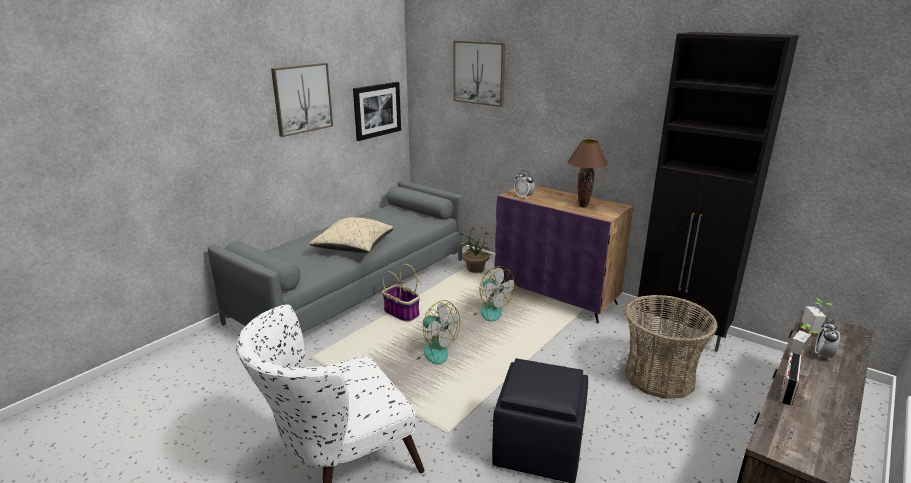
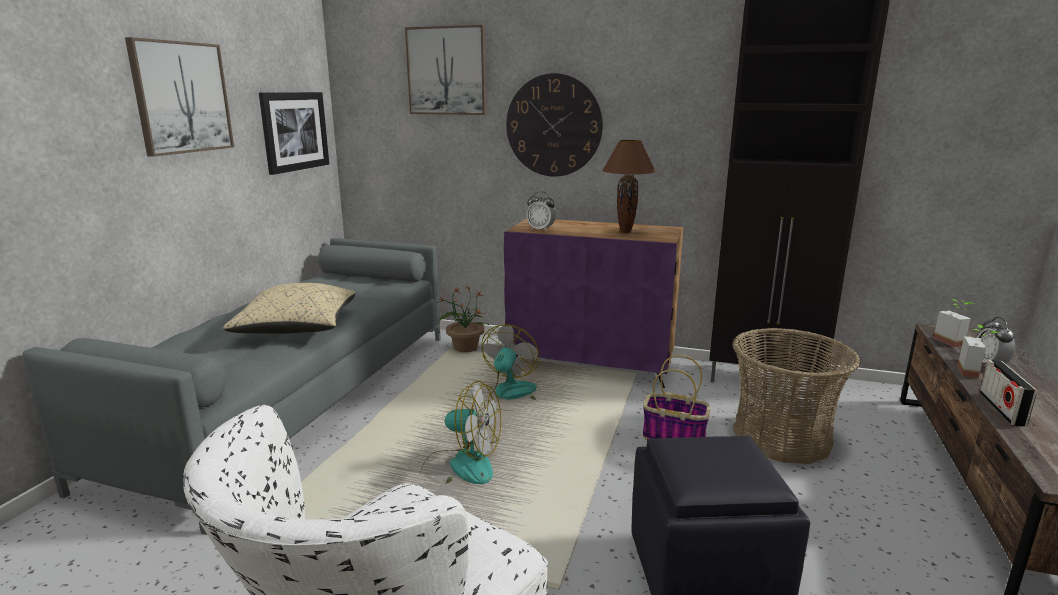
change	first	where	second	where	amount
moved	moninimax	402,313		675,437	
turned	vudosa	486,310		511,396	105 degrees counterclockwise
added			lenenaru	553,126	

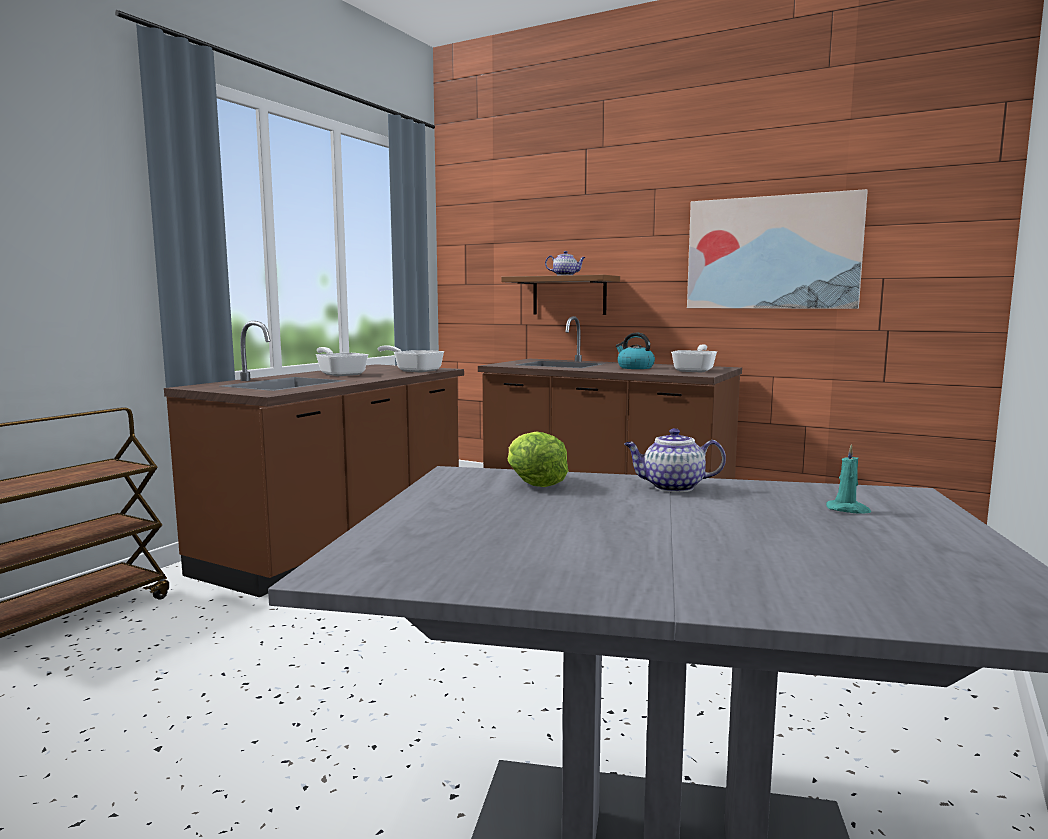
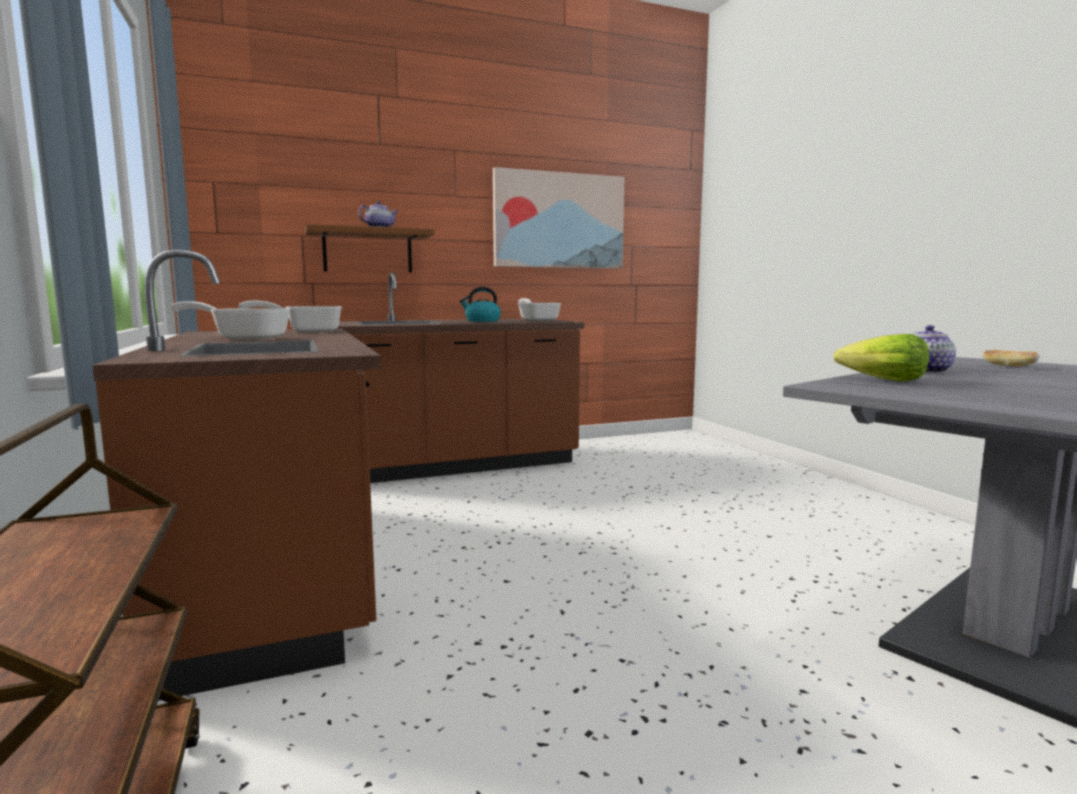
change	first	where	second	where	amount
replaced	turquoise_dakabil	848,510	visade	1009,366	

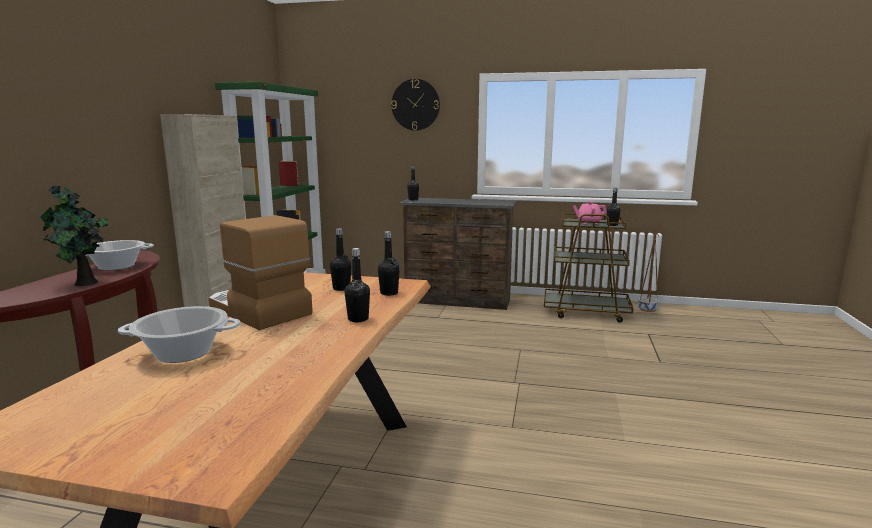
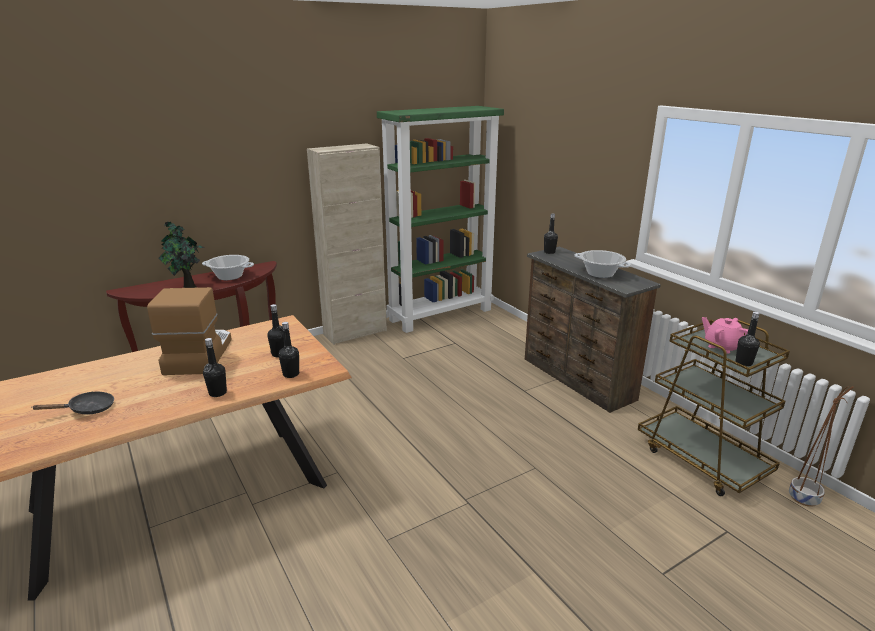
change	first	where	second	where	amount
moved	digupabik	183,353		600,274	
removed	lenenaru	415,105			
added			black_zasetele	87,409	

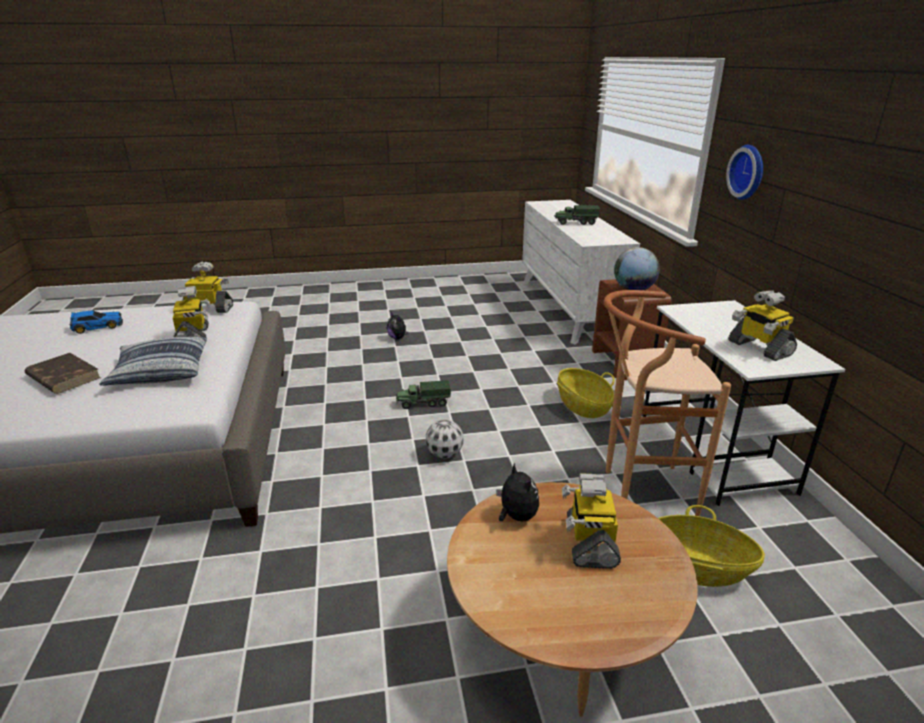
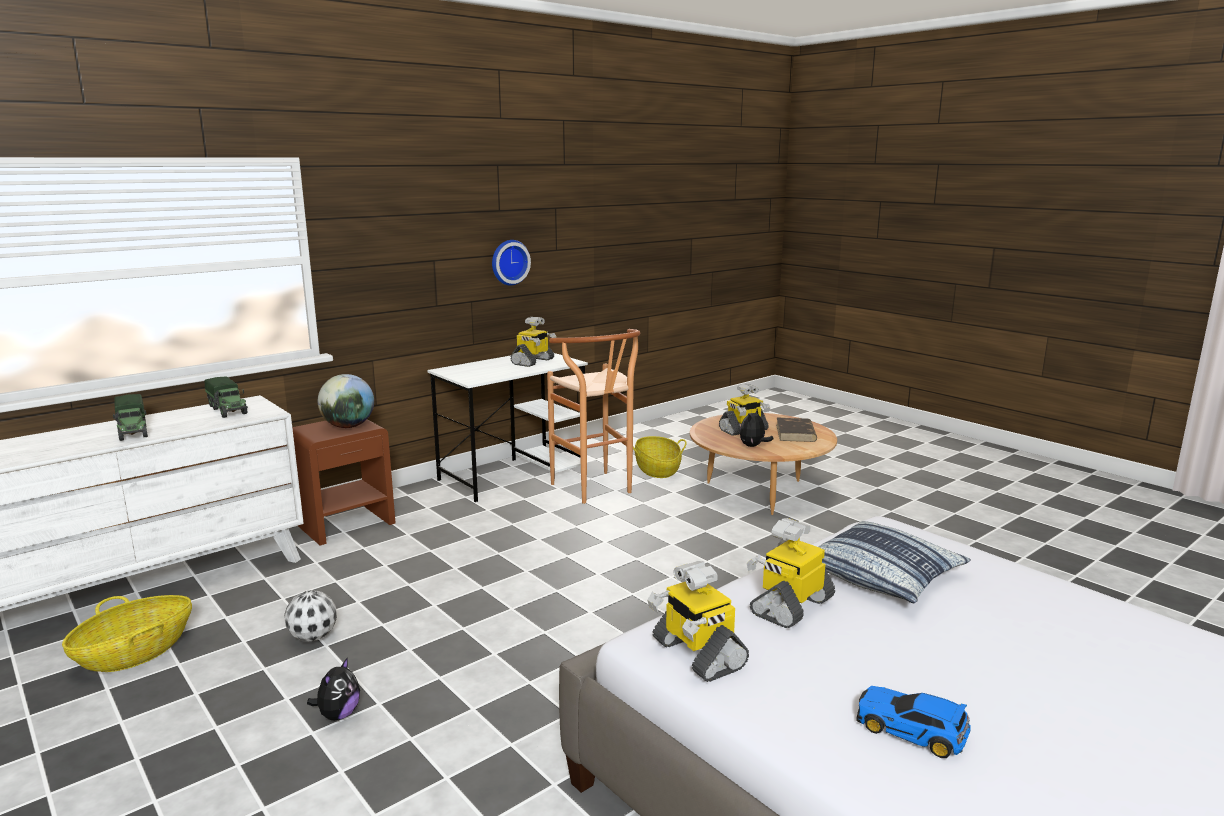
change	first	where	second	where	amount
moved	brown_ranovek	63,377		795,433	
moved	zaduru	423,403		228,410	
moved	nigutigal	444,454		312,638	
moved	moninimax	583,406		135,653	
moved	lenenaru	749,172		509,262	

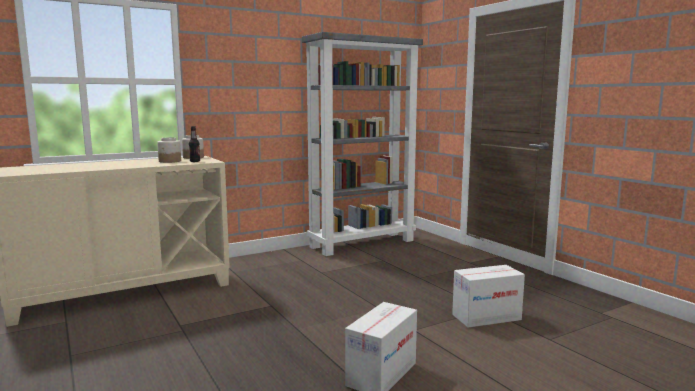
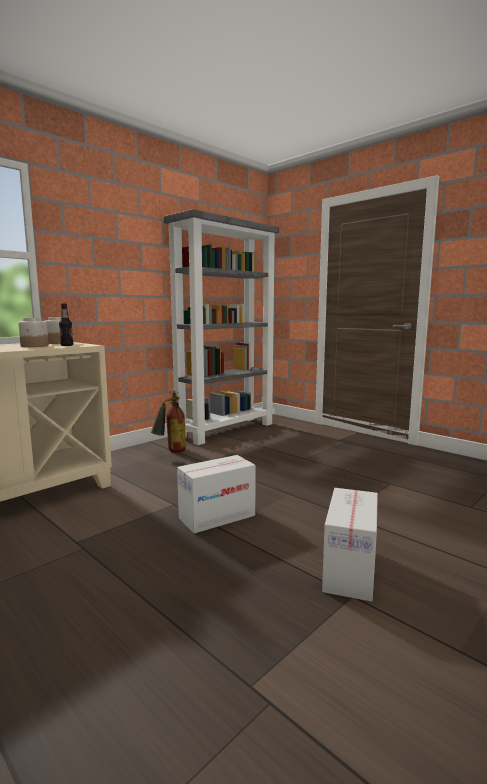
change	first	where	second	where	amount
moved	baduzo	486,317		217,516	
added			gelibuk	171,452	

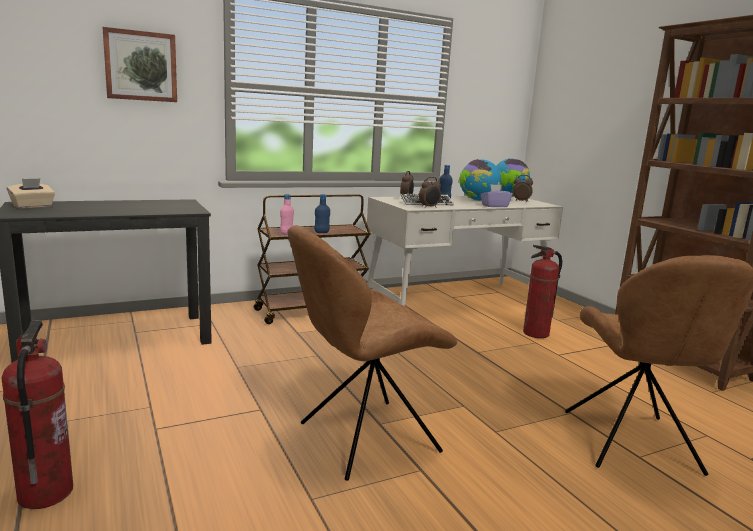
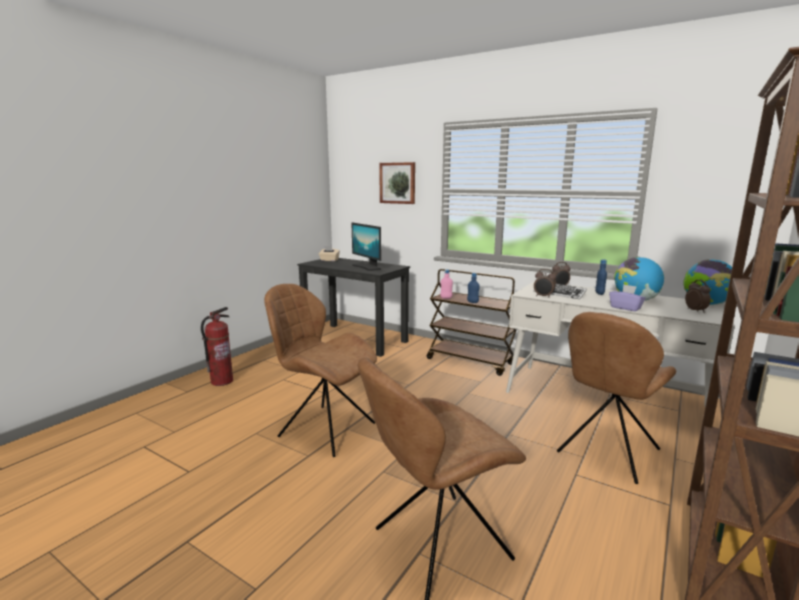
change	first	where	second	where	amount
replaced	gelibuk	536,333	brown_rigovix	606,452	
added			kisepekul	367,267	

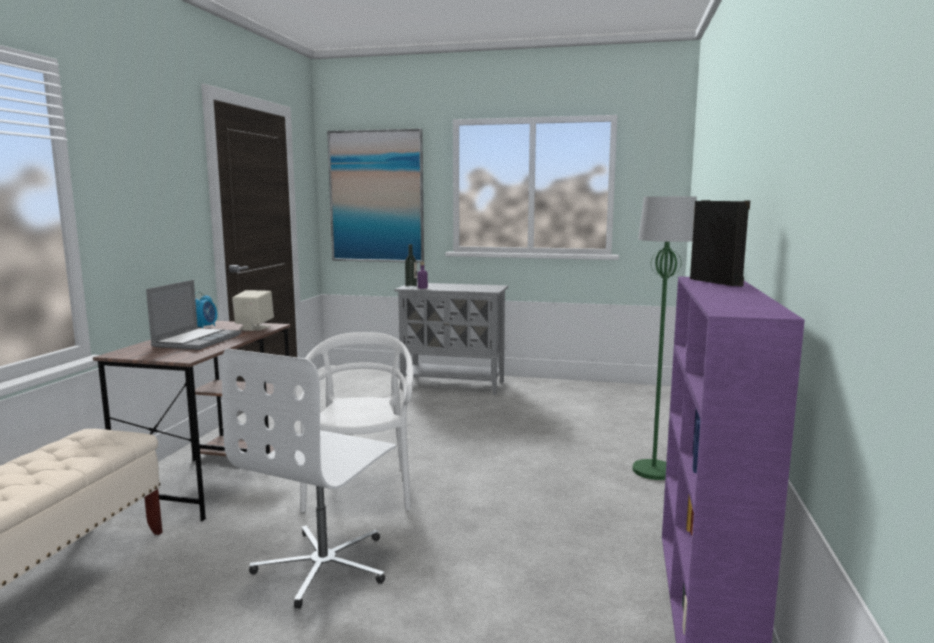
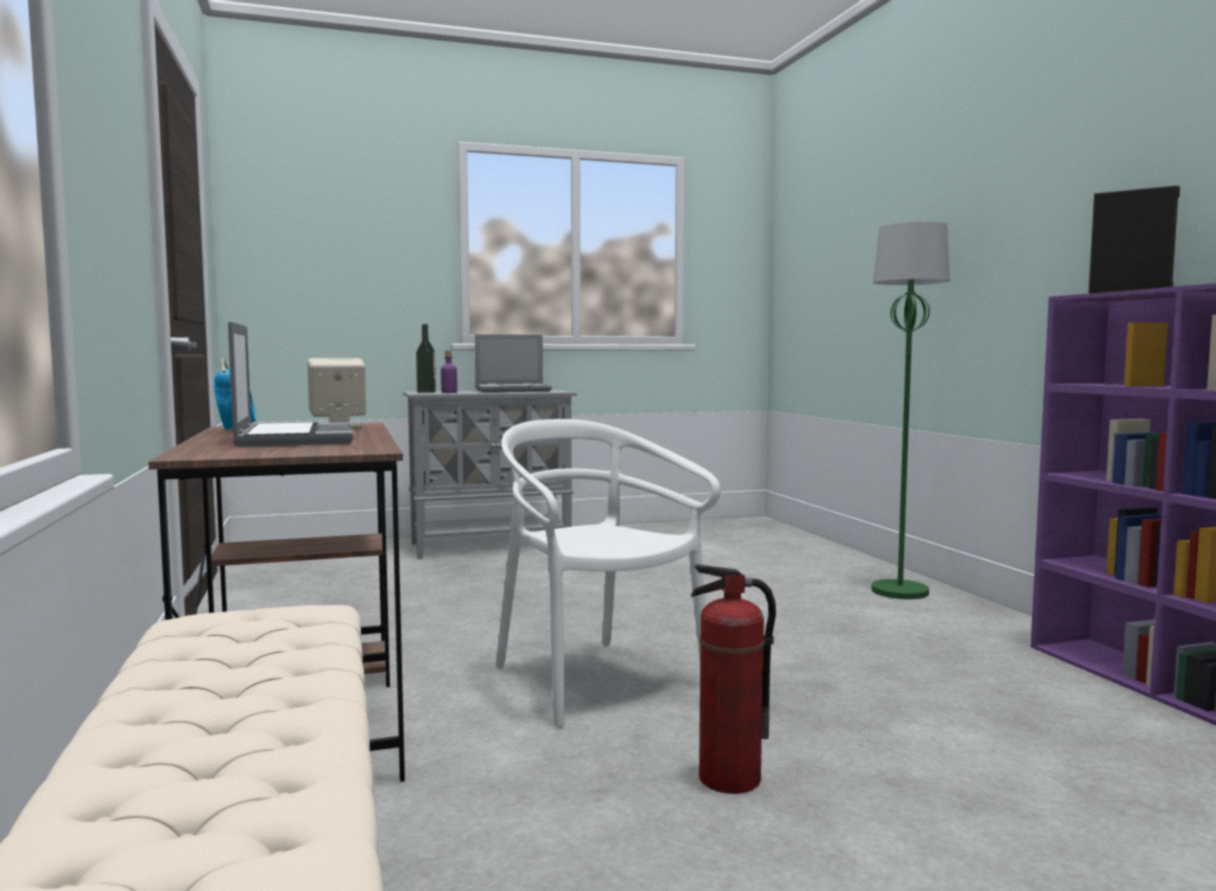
change	first	where	second	where	amount
replaced	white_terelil	325,566	gelibuk	729,780	
removed	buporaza	376,196			
added			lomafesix	513,390	

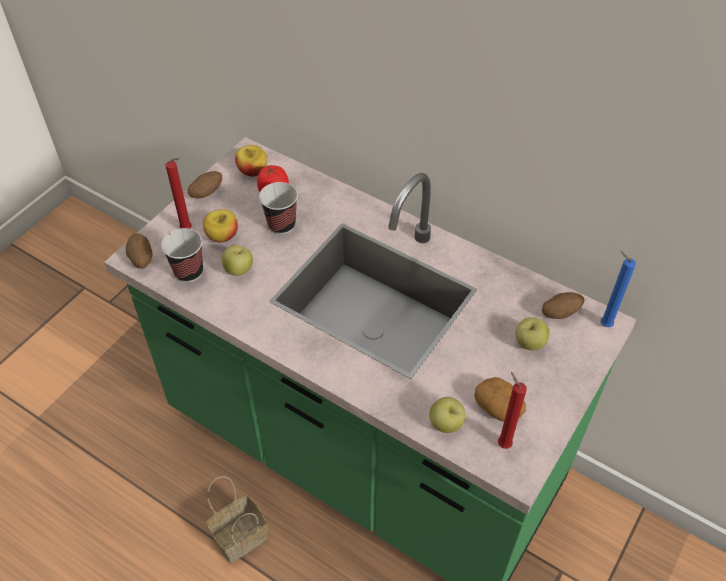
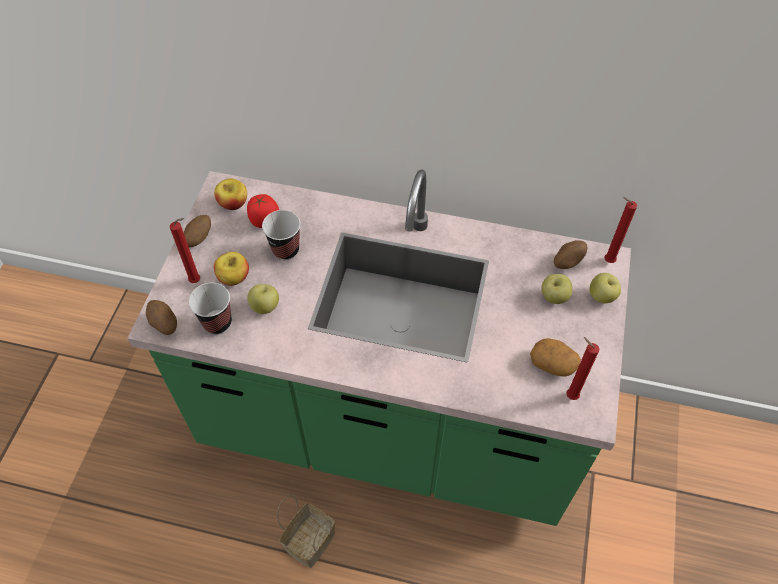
change	first	where	second	where	amount
moved	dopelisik	446,424		601,296	
recoloured	blue_dakabil	603,324	red_dakabil	607,261	

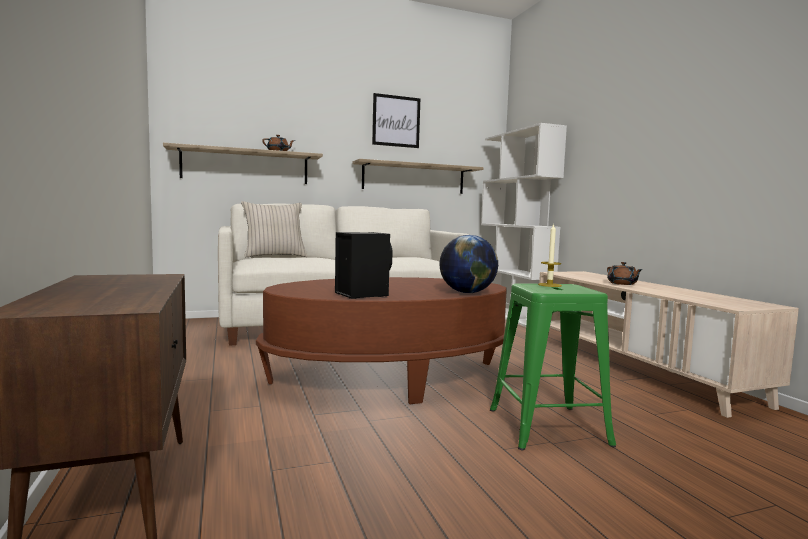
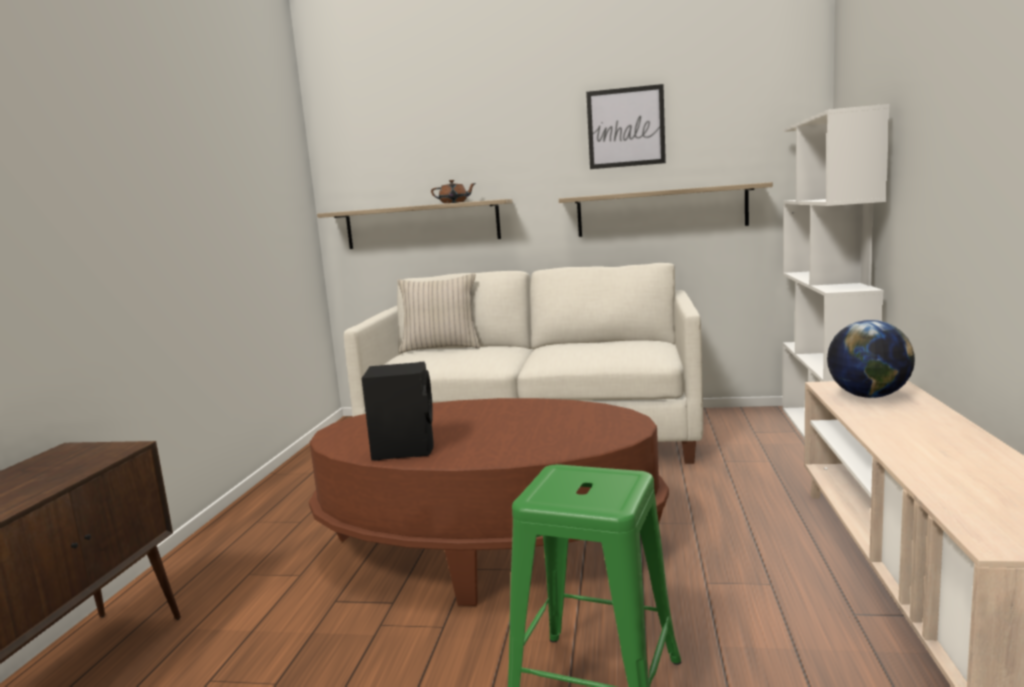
change	first	where	second	where	amount
moved	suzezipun	467,292		868,396	
removed	dakabil	549,285			
removed	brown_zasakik	622,284			

